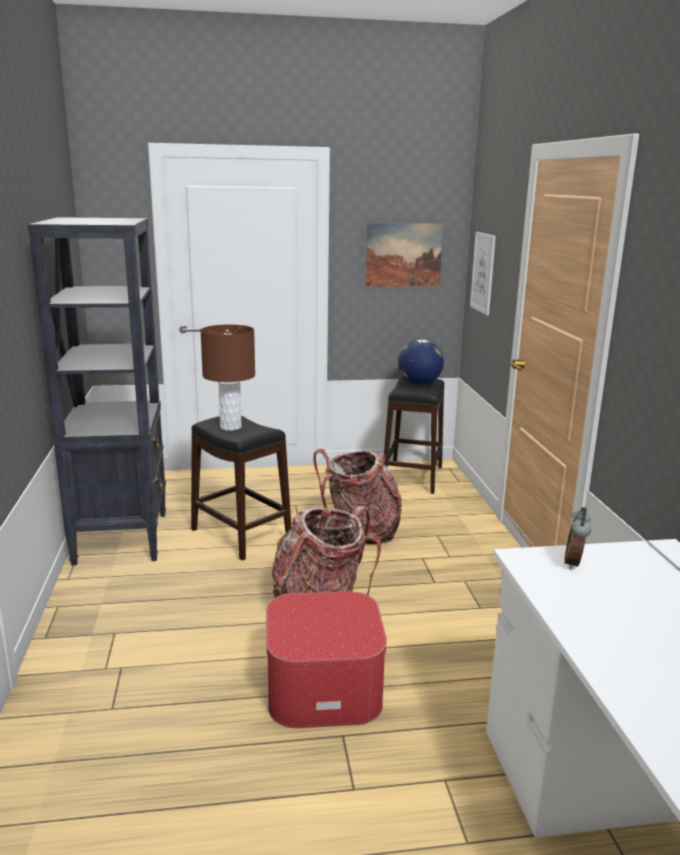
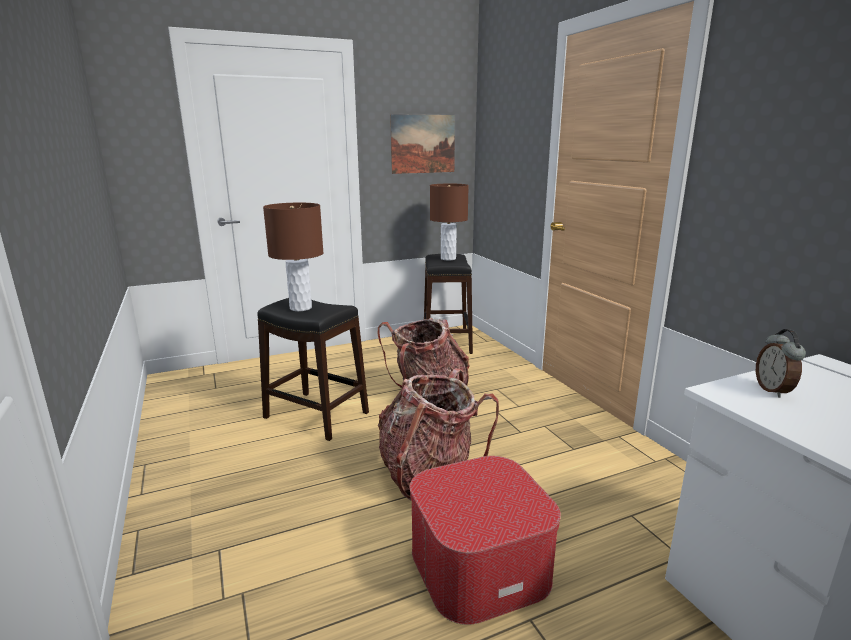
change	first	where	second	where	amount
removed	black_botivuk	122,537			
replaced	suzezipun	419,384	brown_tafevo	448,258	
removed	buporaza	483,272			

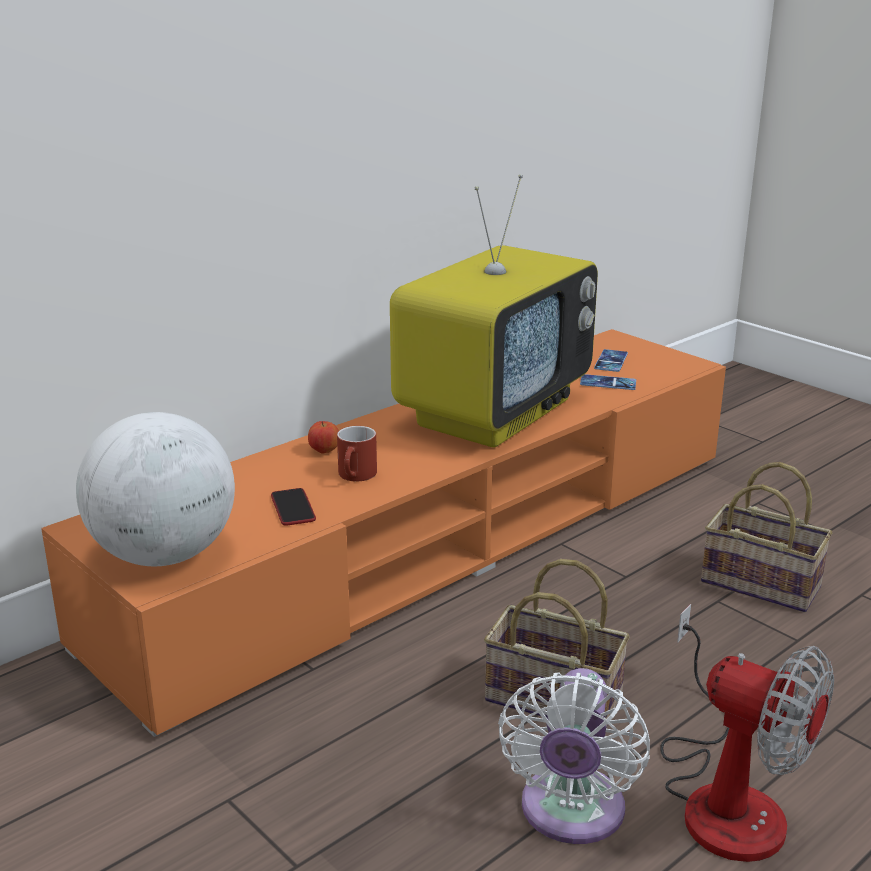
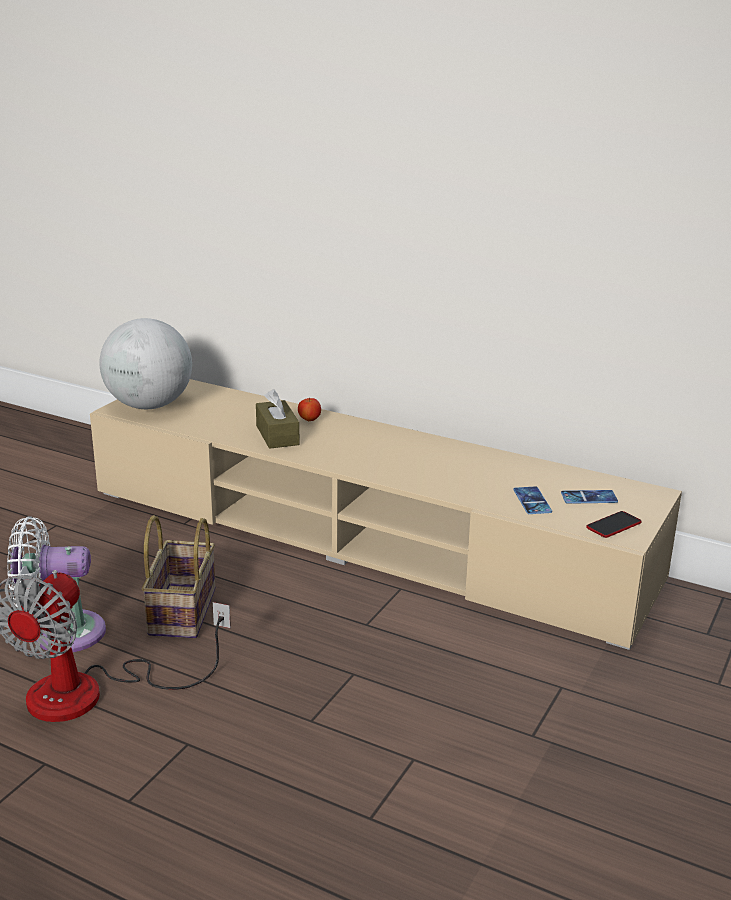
change	first	where	second	where	amount
recoloured	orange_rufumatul	436,542	beige_rufumatul	365,536	
moved	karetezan	293,508		613,525	
replaced	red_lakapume	357,476	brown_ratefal	277,435	
removed	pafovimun	493,412			
removed	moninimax	764,584			

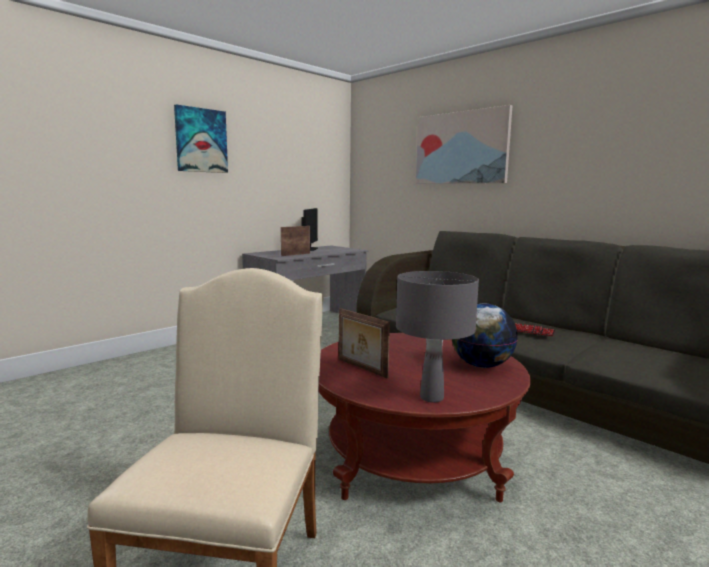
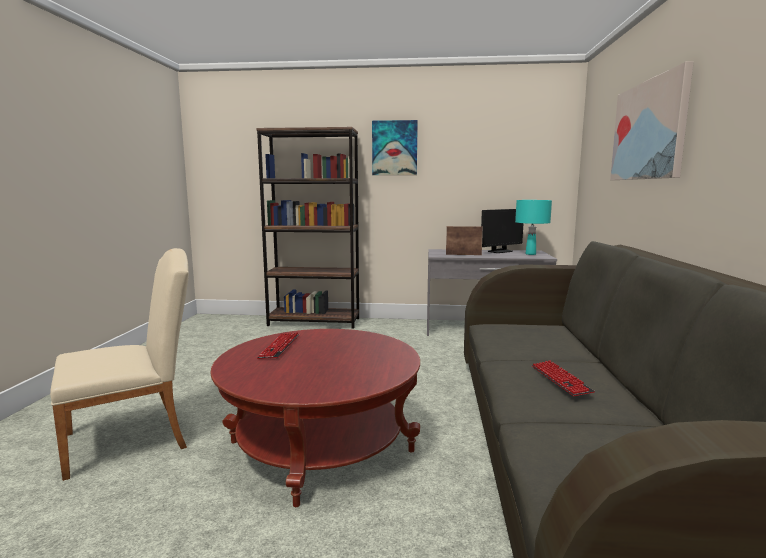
change	first	where	second	where	amount
replaced	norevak	361,368	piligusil	279,347	
removed	grey_tafevo	431,397			
removed	suzezipun	481,365			
added			brown_botivuk	314,322	
added			turquoise_tafevo	530,254	

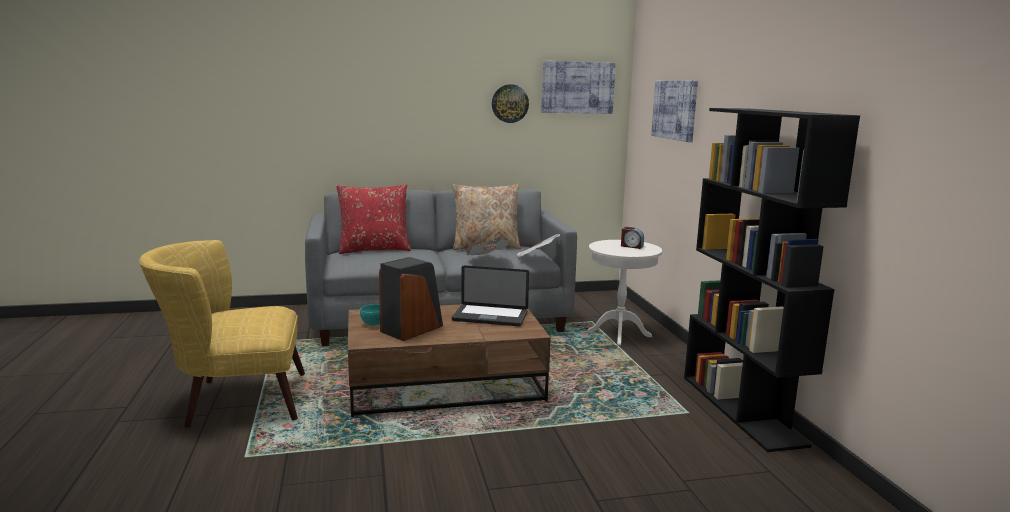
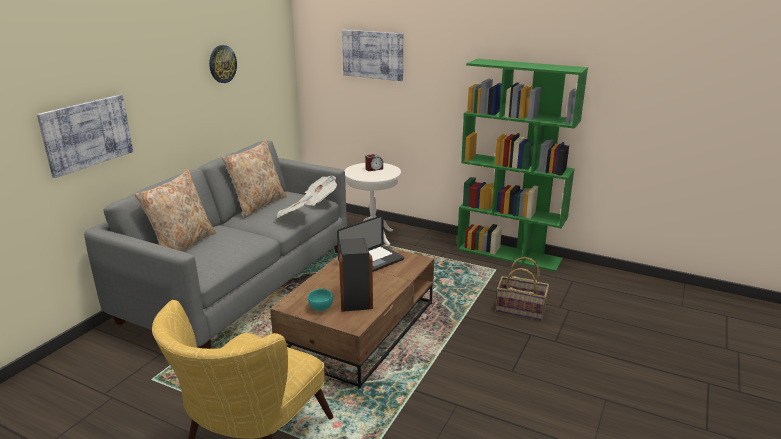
change	first	where	second	where	amount
recoloured	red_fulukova	374,249	beige_fulukova	182,245	
moved	buporaza	577,87		87,134	
recoloured	black_botivuk	742,409	green_botivuk	509,254	
added			moninimax	521,309	

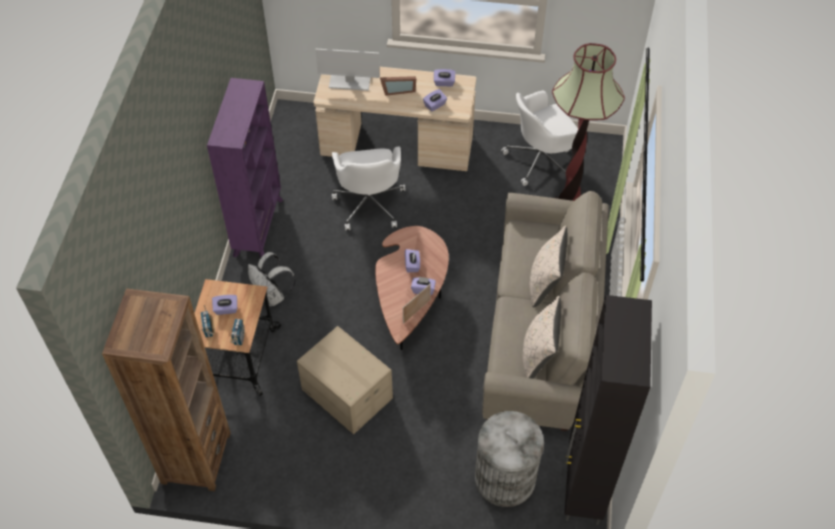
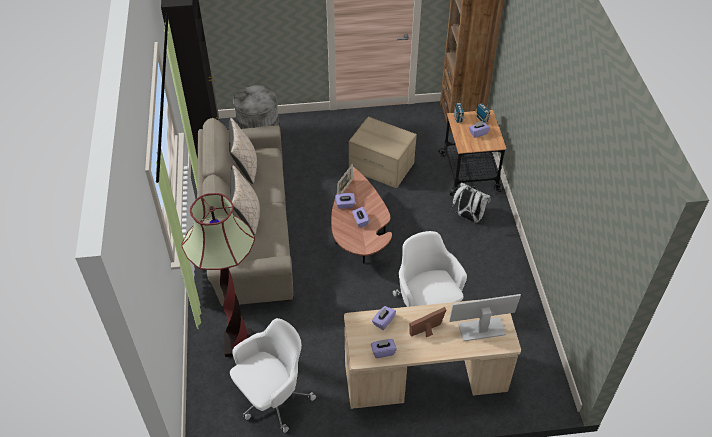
change	first	where	second	where	amount
removed	purple_botivuk	259,227			

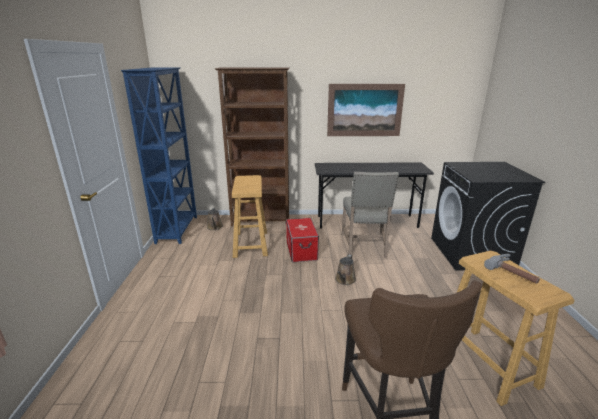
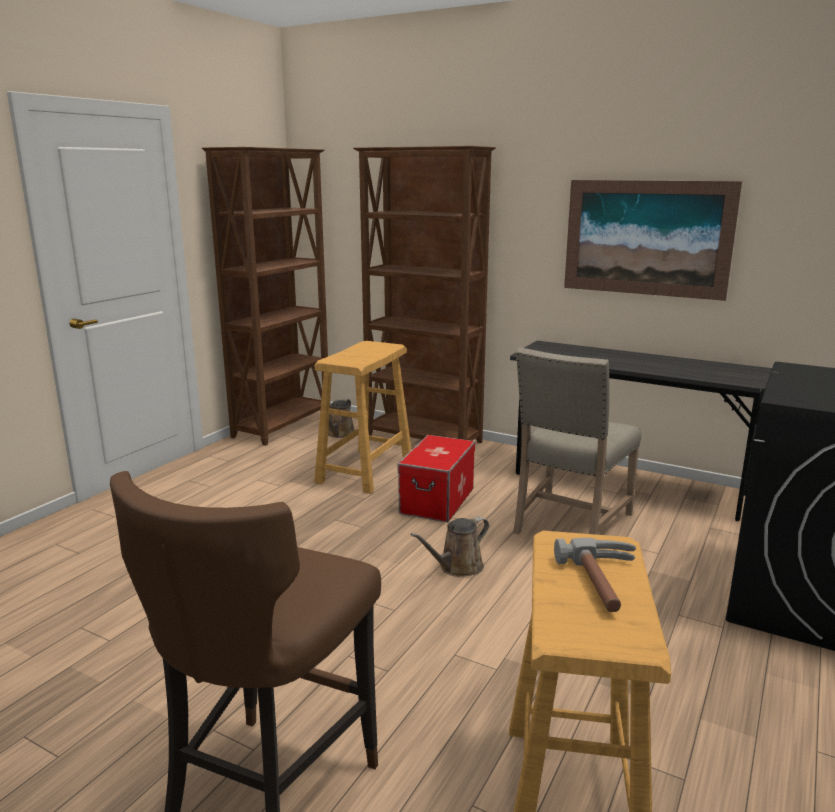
change	first	where	second	where	amount
recoloured	blue_botivuk	178,229	brown_botivuk	284,425	

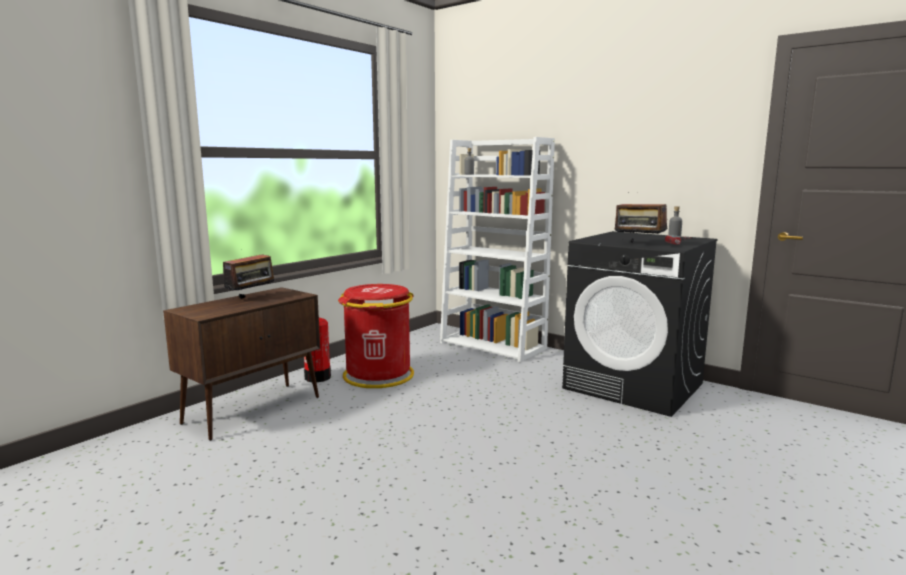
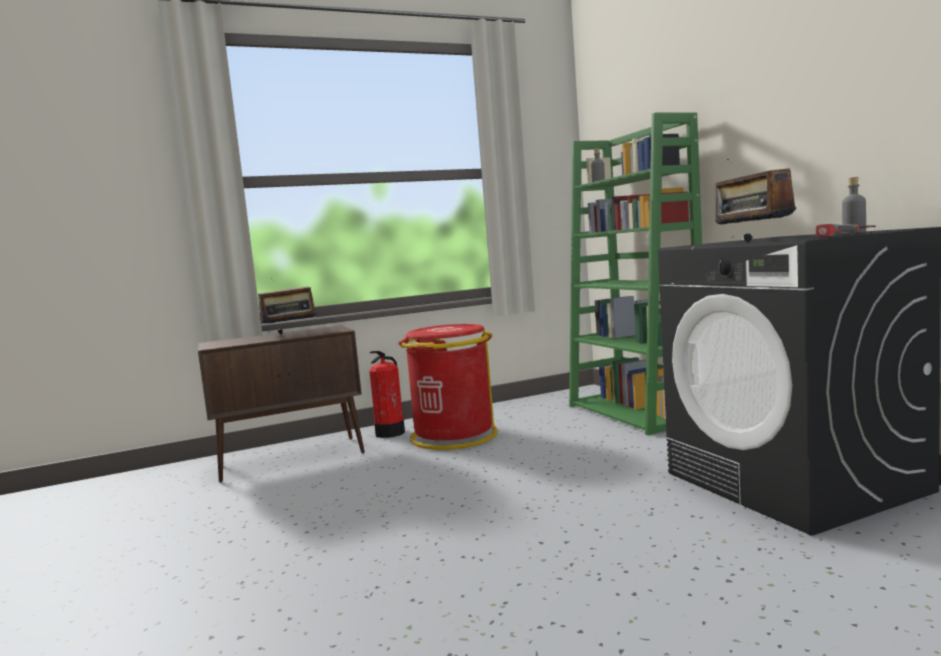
change	first	where	second	where	amount
recoloured	white_botivuk	494,345	green_botivuk	636,413	

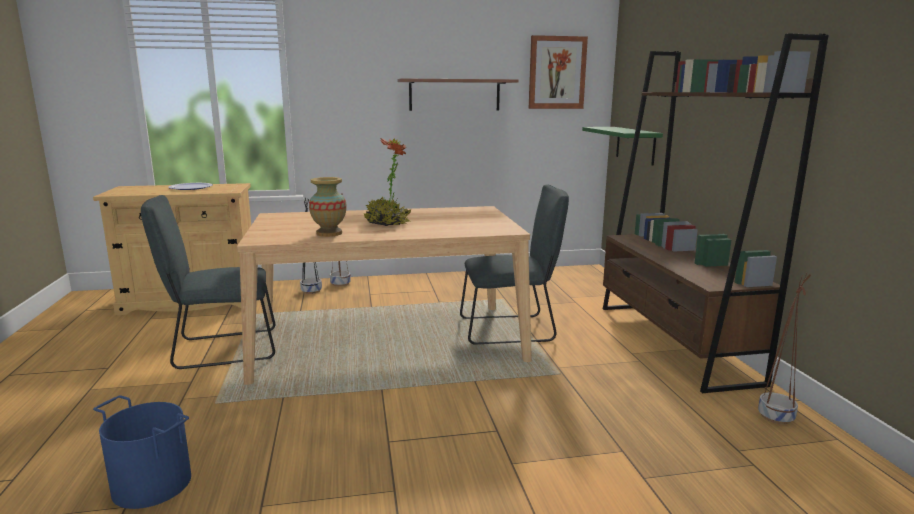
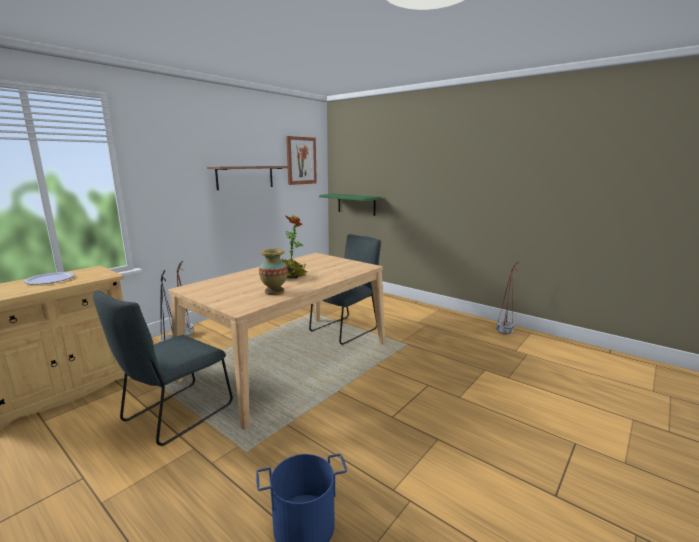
change	first	where	second	where	amount
removed	brown_botivuk	673,342			

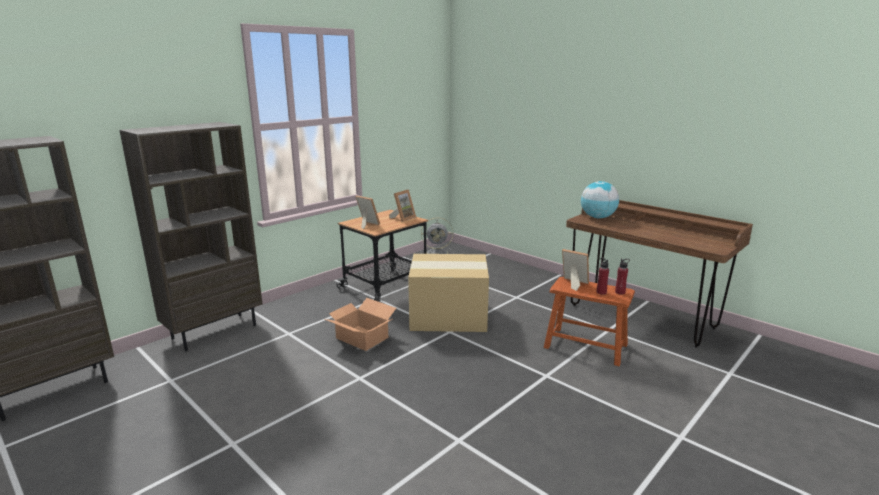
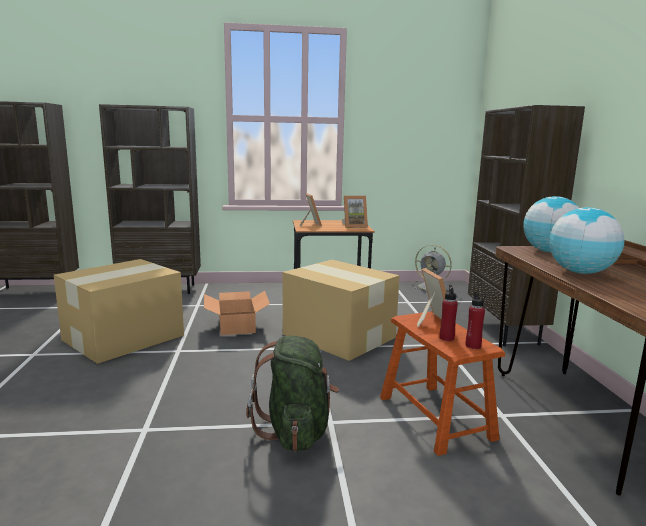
change	first	where	second	where	amount
added			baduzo	122,338	
added			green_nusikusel	296,431	
added			brown_botivuk	505,330	
added			suzezipun	580,272	

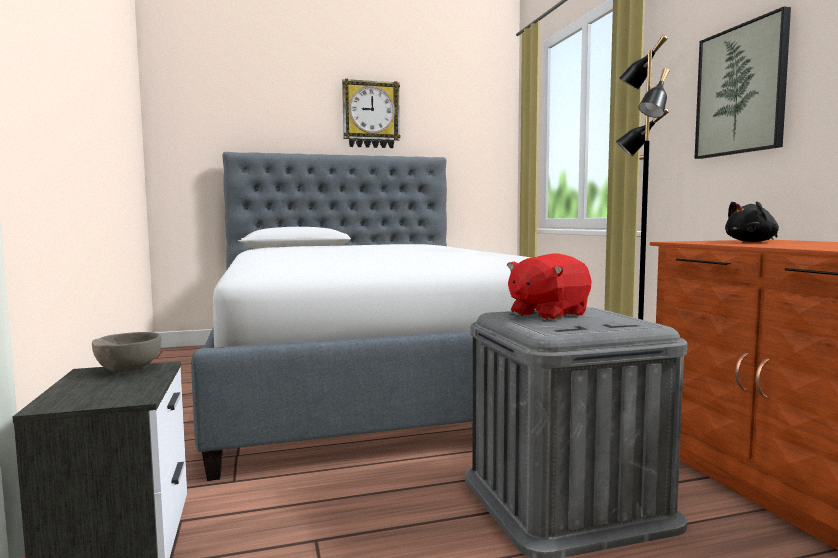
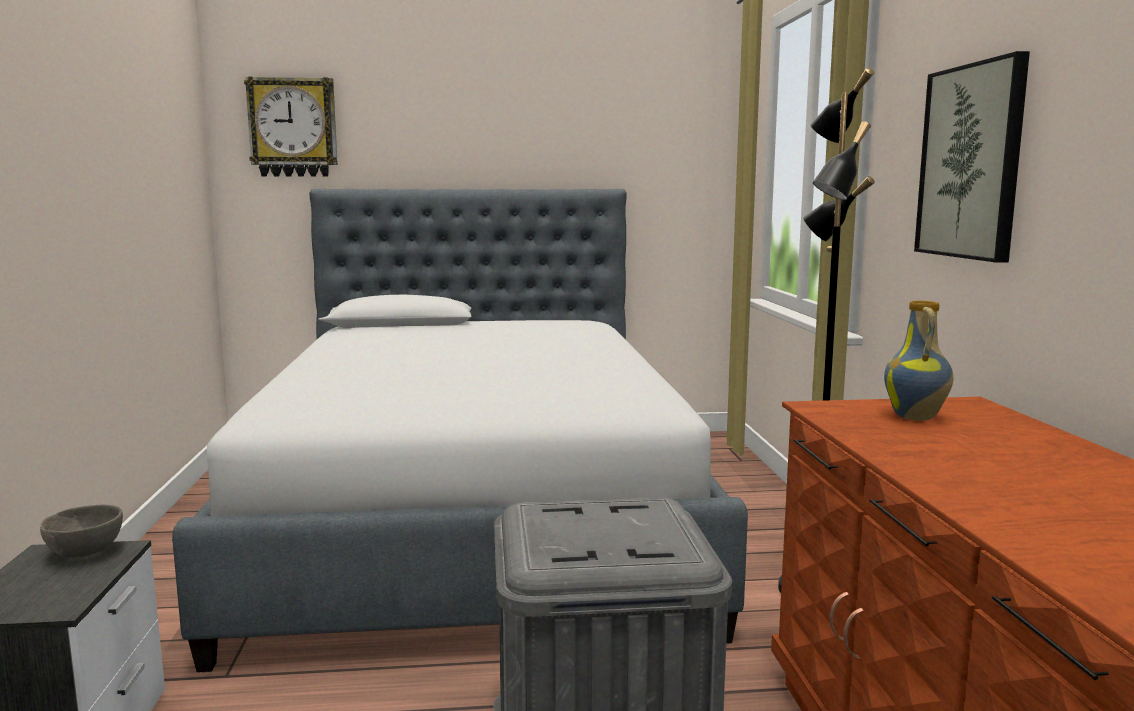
change	first	where	second	where	amount
moved	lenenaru	370,115		293,128	
removed	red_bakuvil	547,314			
replaced	black_bakuvil	752,242	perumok	917,417	

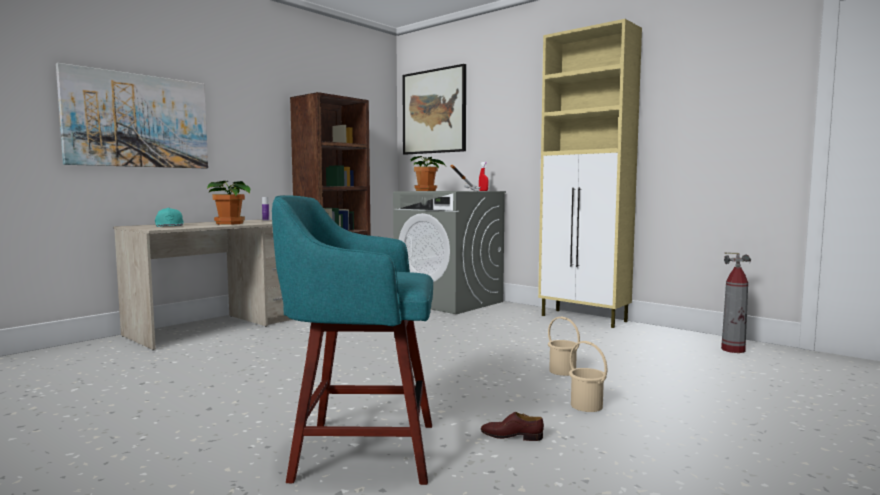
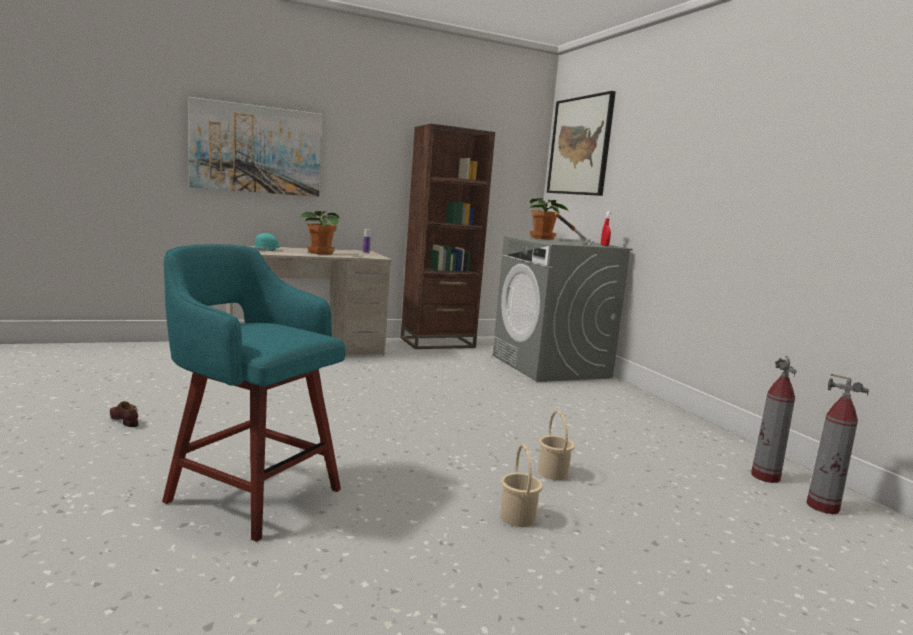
change	first	where	second	where	amount
moved	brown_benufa	511,436		124,420	
removed	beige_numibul	584,319			
added			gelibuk	765,477	

